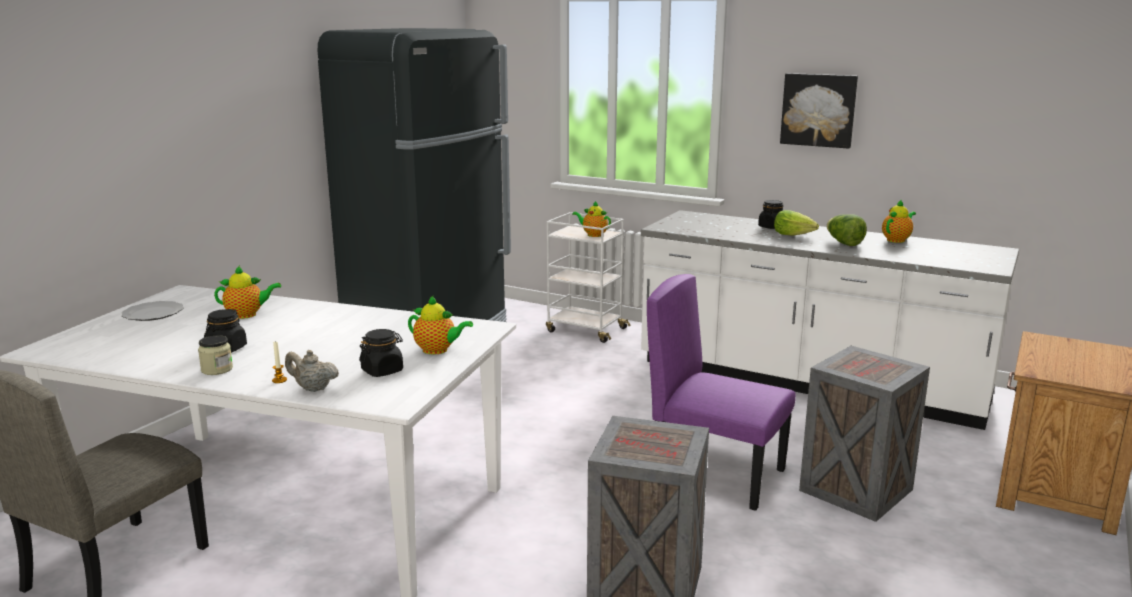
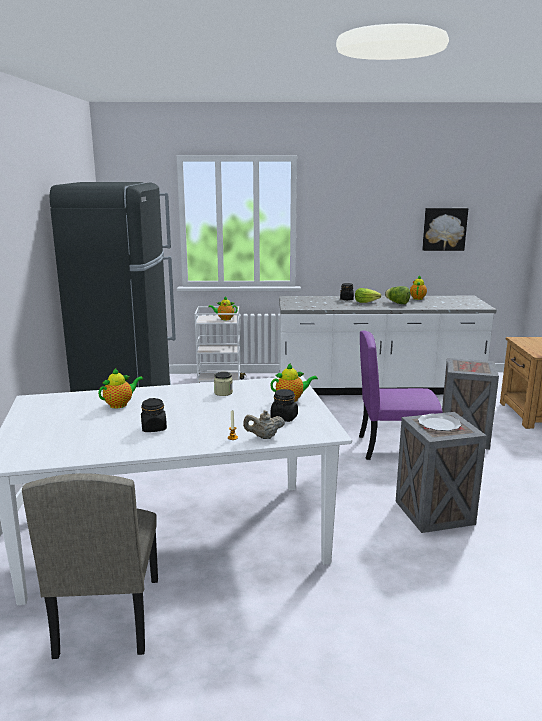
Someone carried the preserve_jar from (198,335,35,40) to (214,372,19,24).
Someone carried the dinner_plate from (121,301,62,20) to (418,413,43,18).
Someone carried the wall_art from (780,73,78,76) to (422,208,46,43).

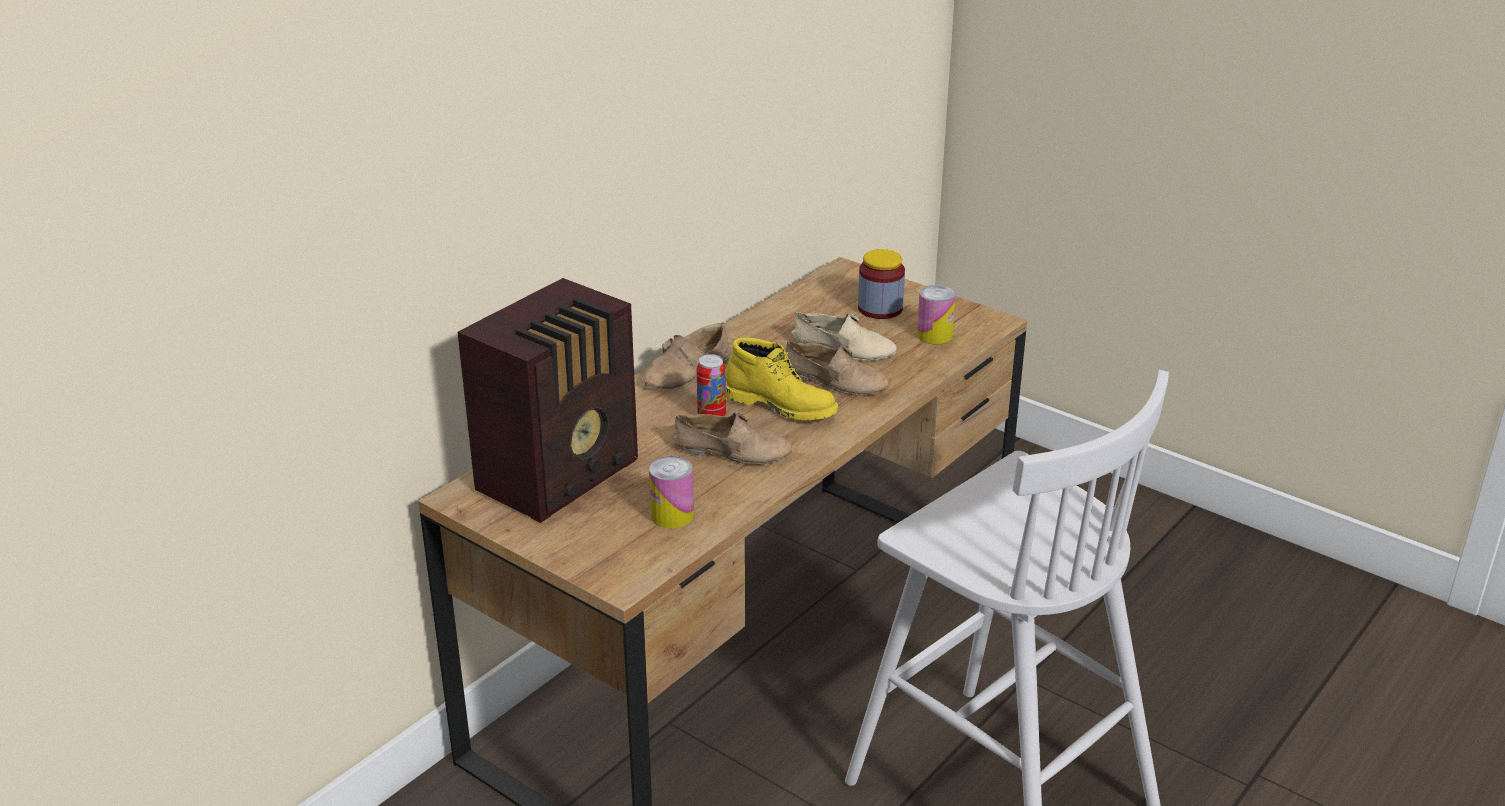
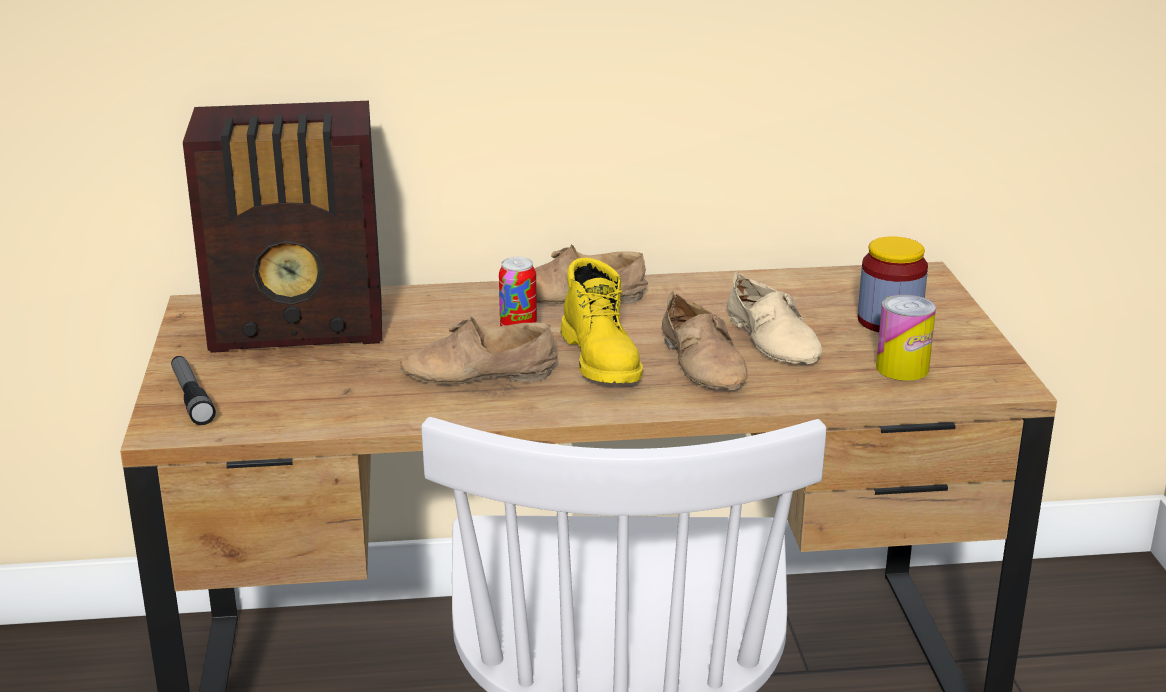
Someone put down the torch at (171,356,45,69).
Someone rotated the beige-coloured_shoe at (672,413,120,52) by 120 degrees clockwise.
Someone took away the can at (649,456,45,73).

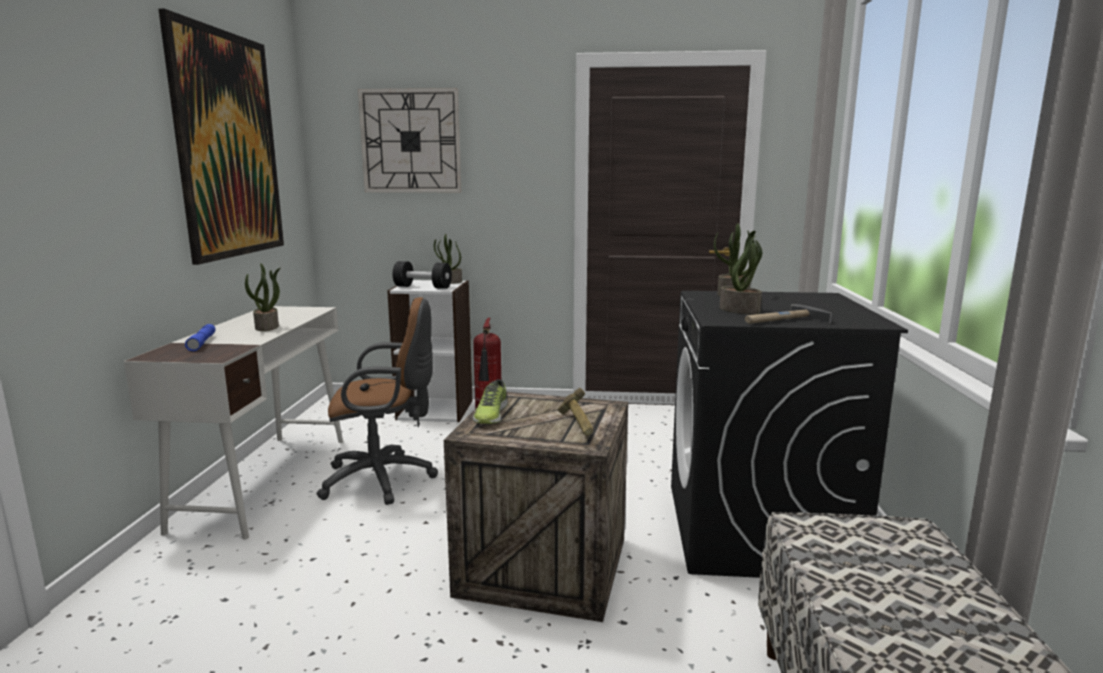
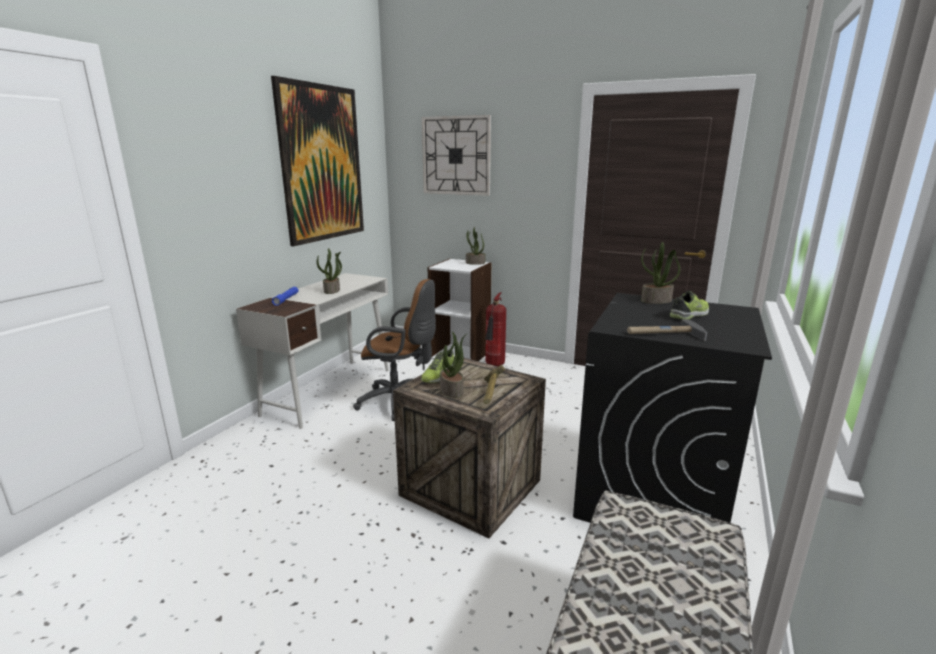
Someone carried the houseplant from (720,231,42,83) to (440,332,27,66).
Someone put down the shoe at (670,291,39,29).
Someone took away the black_dumbbell at (393,261,59,28).

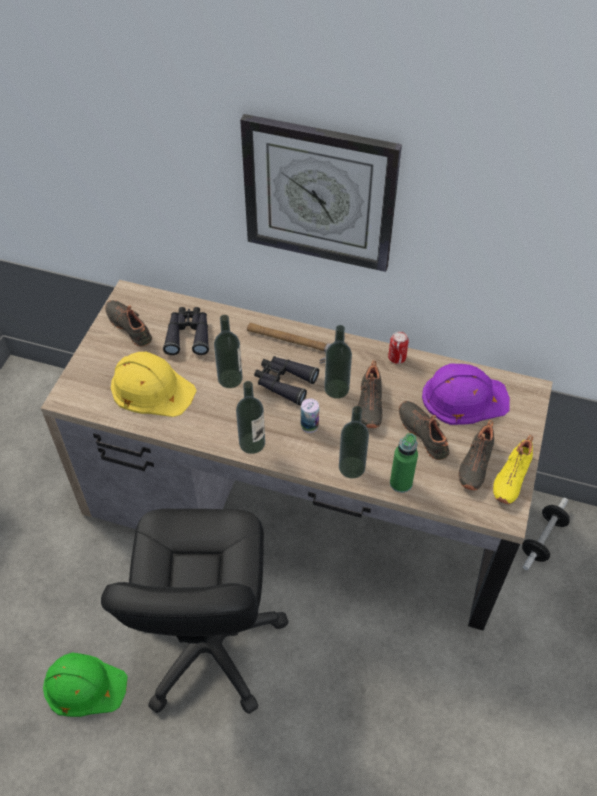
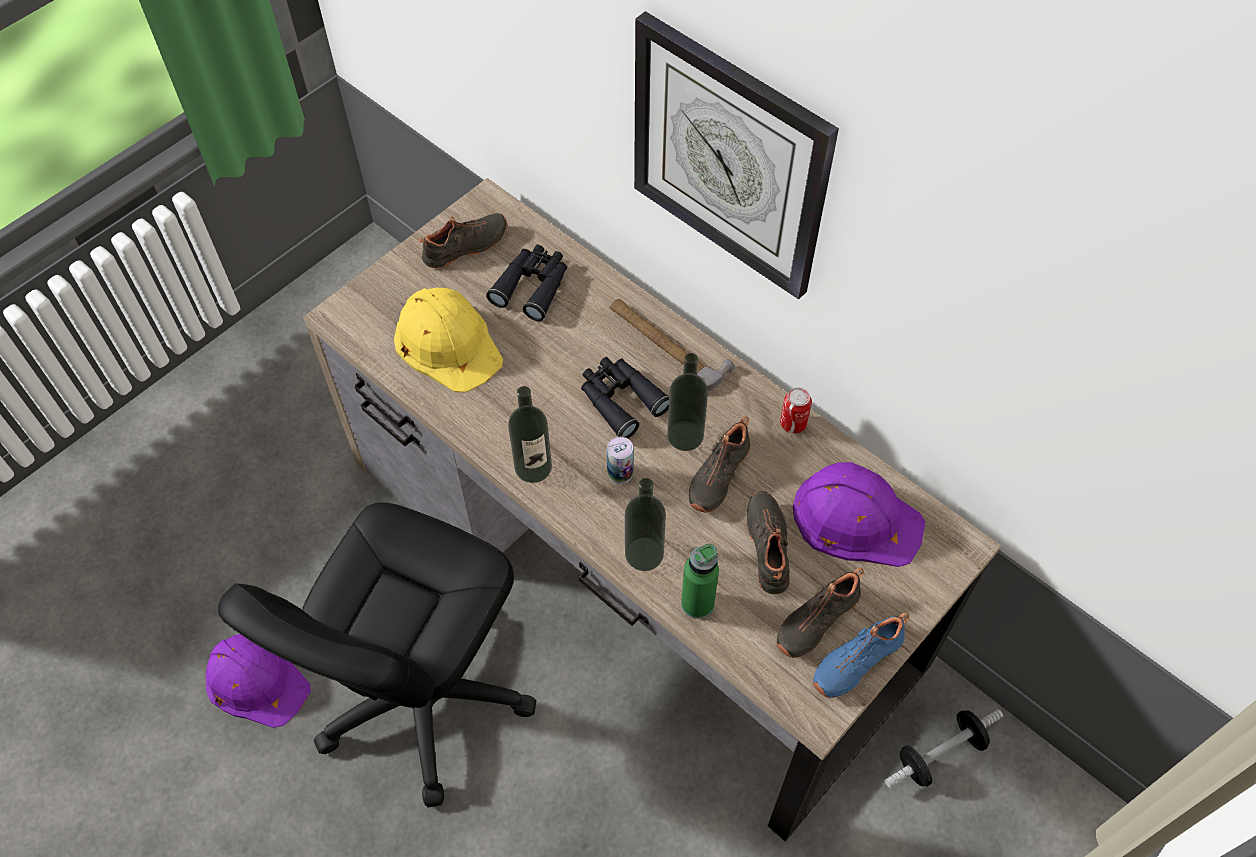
Someone repainted the greenish_work_helmet at (43,652,85,65), which became the purplish_work_helmet at (205,634,106,94).
Someone rotated the black_shoe at (105,300,47,47) by 75 degrees clockwise.
Someone repainted the yellow-coloured_shoe at (493,435,40,69), which became the bluish_shoe at (813,613,96,85).
Someone took away the drink_bottle at (214,315,29,73).

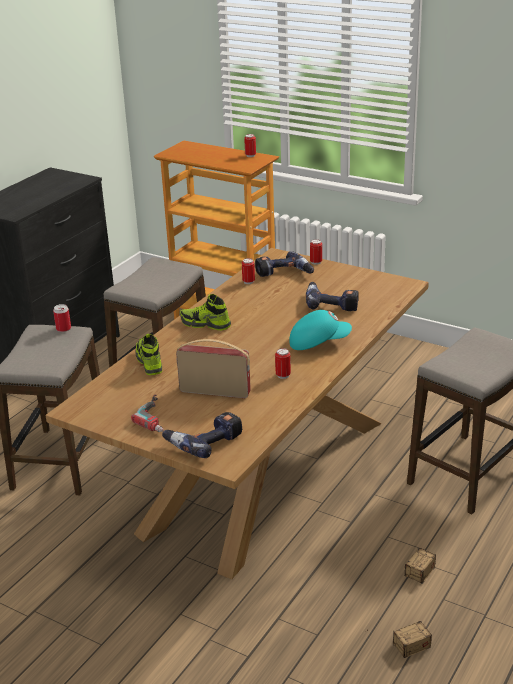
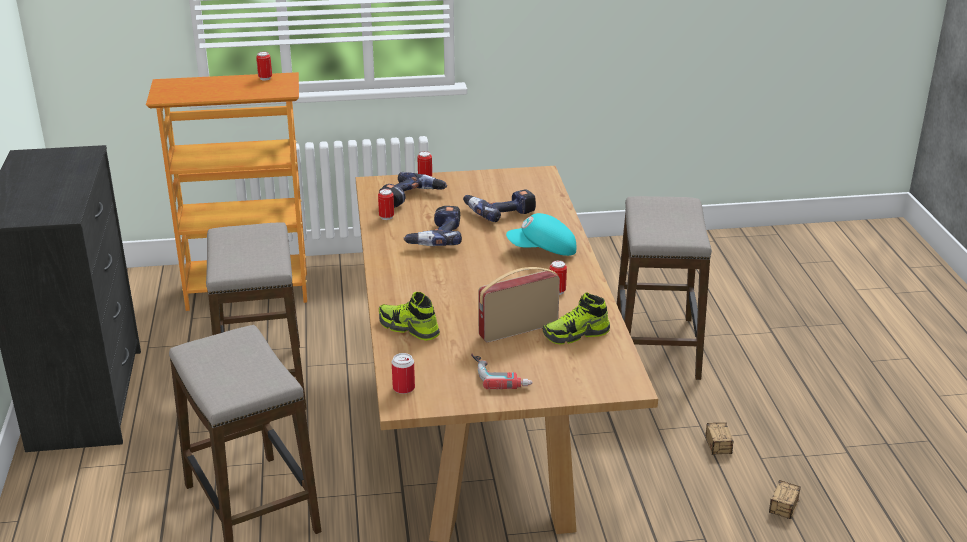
Someone carried the can from (53,304,18,28) to (392,353,23,41).
Someone carried the power_drill from (162,412,80,46) to (404,206,58,40).
Someone rotated the turquoise_peaked_cap at (289,310,63,40) by 135 degrees counterclockwise.
Someone carried the shoe from (180,294,51,36) to (543,292,67,52).

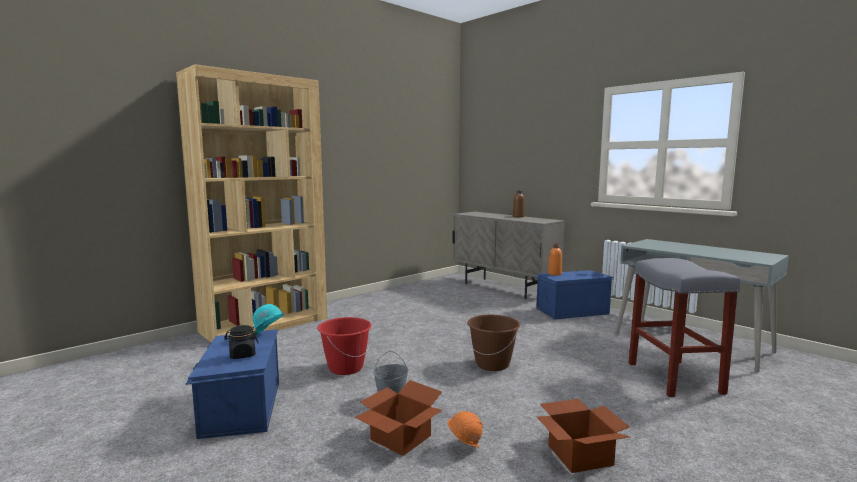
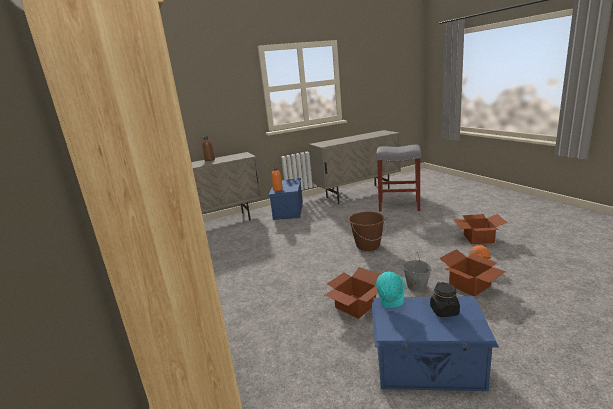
Someone swapped the grey_desk at (616,239,173,134) for the beige-coloured_cabinet at (309,130,92,74).
Someone swapped the reddish_bucket at (318,317,54,58) for the cardboard_box at (325,267,55,52).

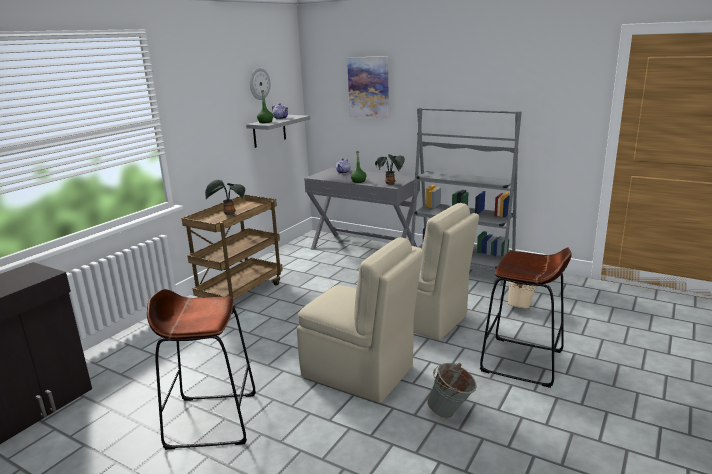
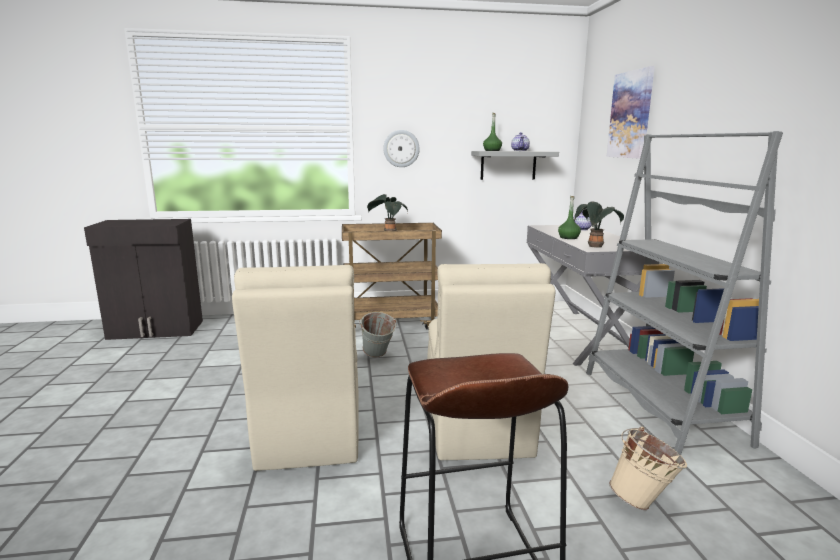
Someone carried the grey_bucket from (427,363,50,55) to (359,312,38,46).
Someone carried the clock_on_the_wall from (250,68,21,32) to (383,130,37,37).
Someone took away the brown-coloured_stool at (147,289,109,161).

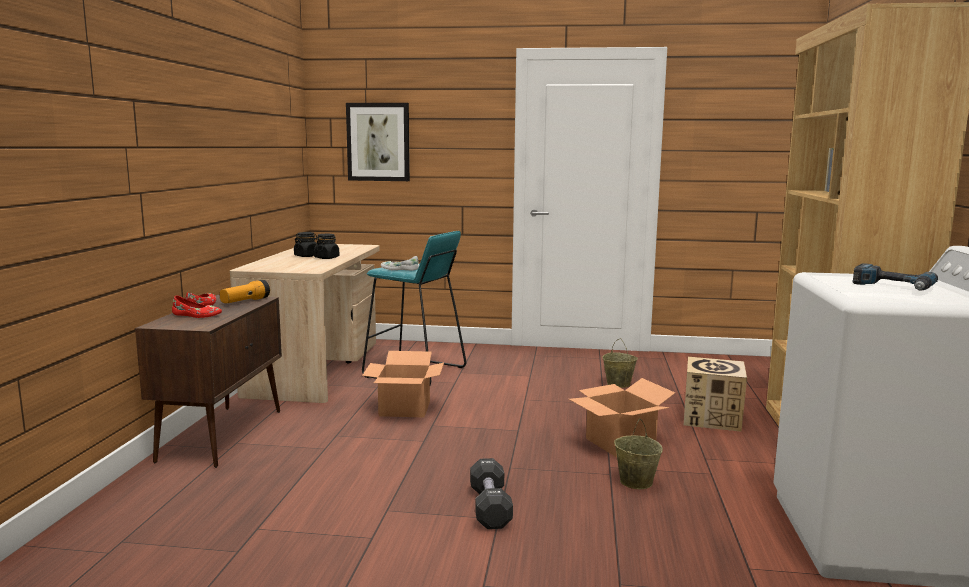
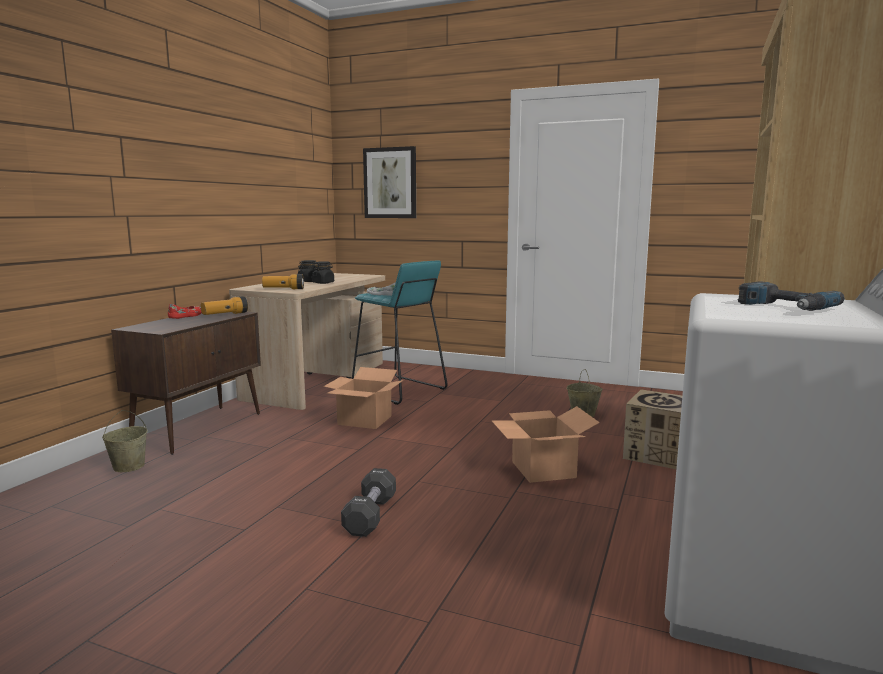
Someone carried the beige-coloured_bucket from (614,419,49,70) to (102,410,46,62).
Someone put down the torch at (262,274,42,15).
Someone took away the reddish_shoe at (172,296,50,22).

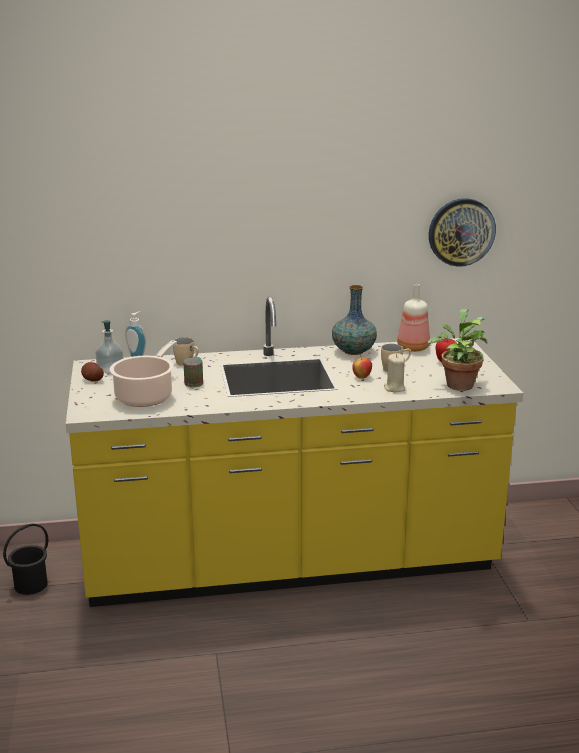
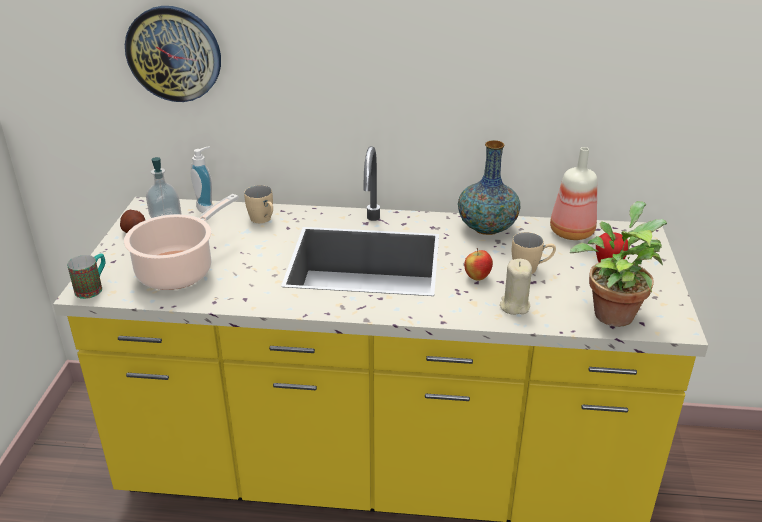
Someone carried the coffee_mug from (184,357,19,31) to (67,253,39,46).
Someone carried the clock_on_the_wall from (429,198,67,69) to (125,6,96,96).
Someone took away the black_bucket at (3,524,45,71).

